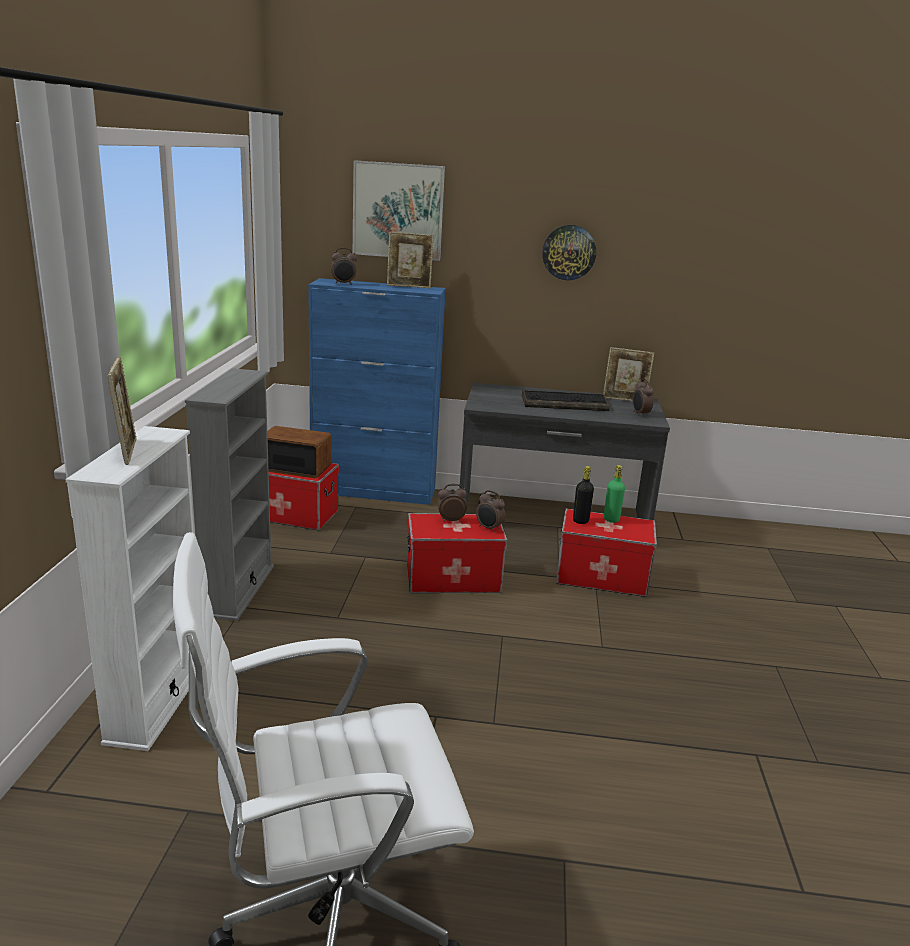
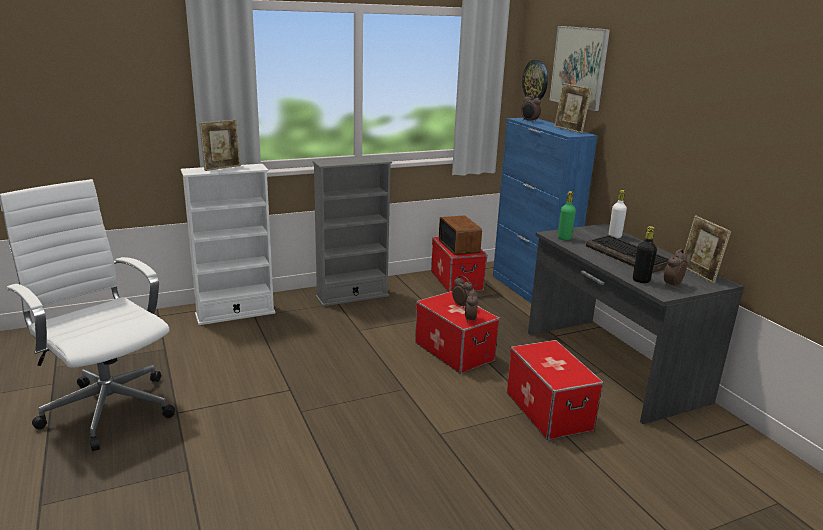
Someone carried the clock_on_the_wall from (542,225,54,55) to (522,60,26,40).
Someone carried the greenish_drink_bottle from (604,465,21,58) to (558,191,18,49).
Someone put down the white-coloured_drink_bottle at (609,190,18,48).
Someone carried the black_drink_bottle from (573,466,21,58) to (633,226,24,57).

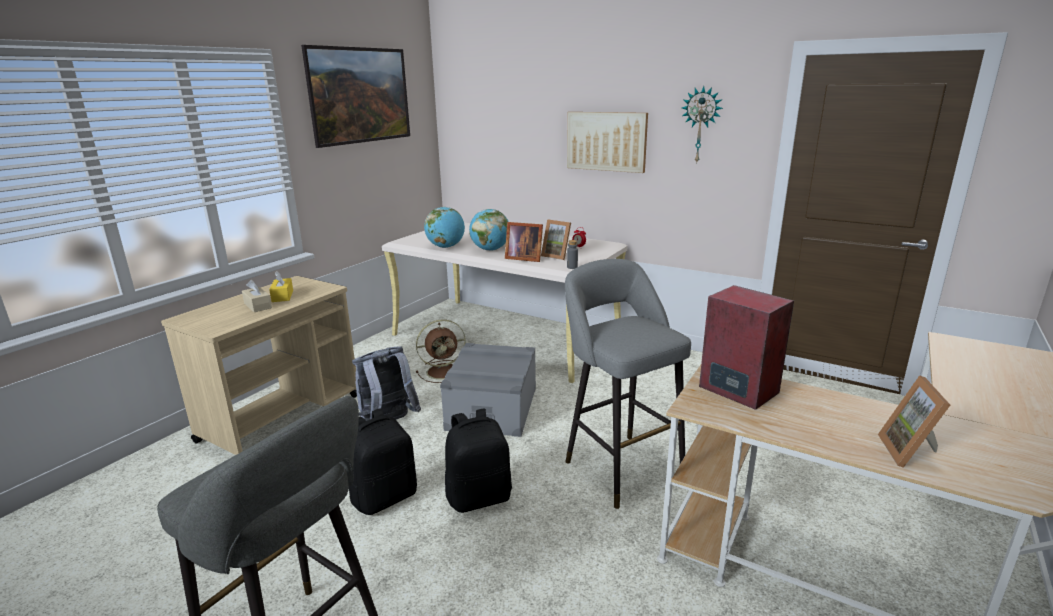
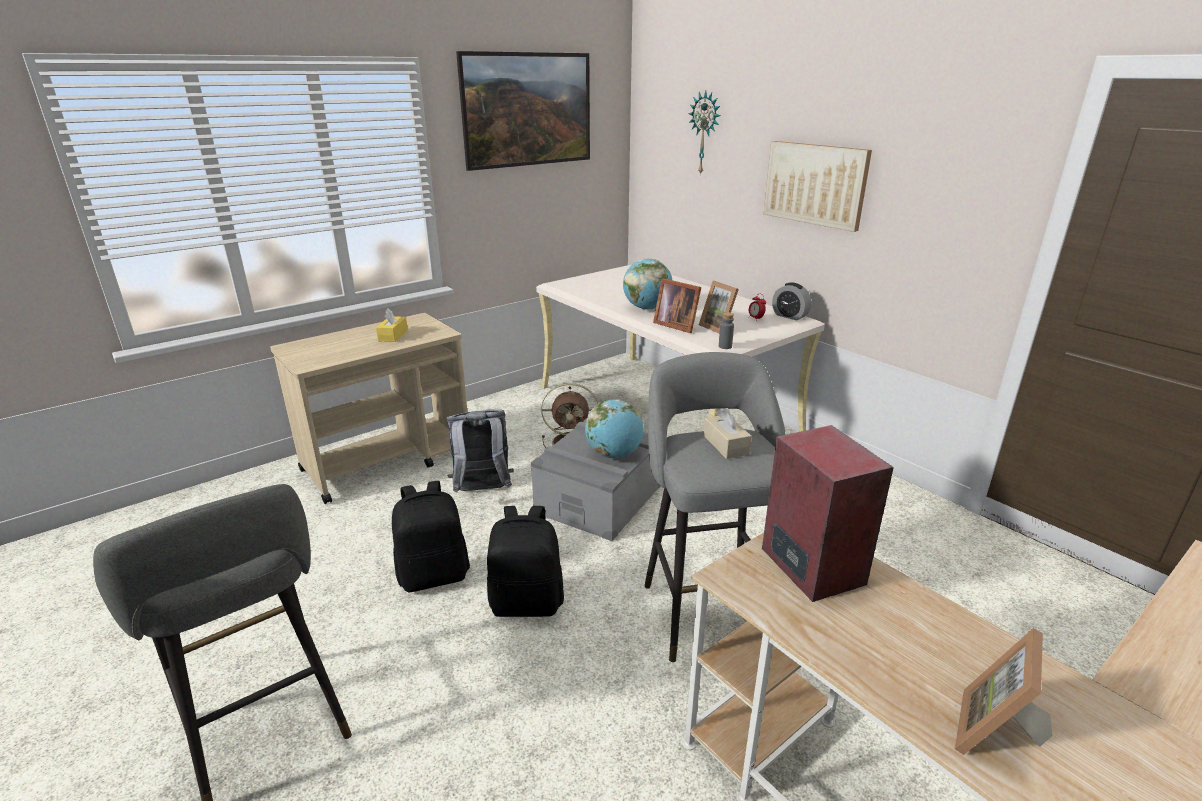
Someone carried the world_globe from (424,207,41,41) to (585,399,59,59).
Someone carried the clock_on_the_wall from (682,86,41,78) to (688,91,33,84).
Someone carried the beige-coloured_tissue_box from (242,280,30,32) to (704,408,48,51).
Someone put down the bedside_clock at (772,282,39,38).

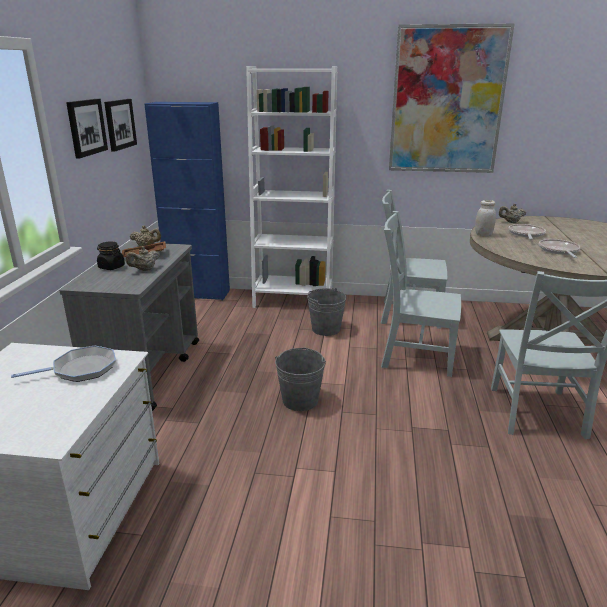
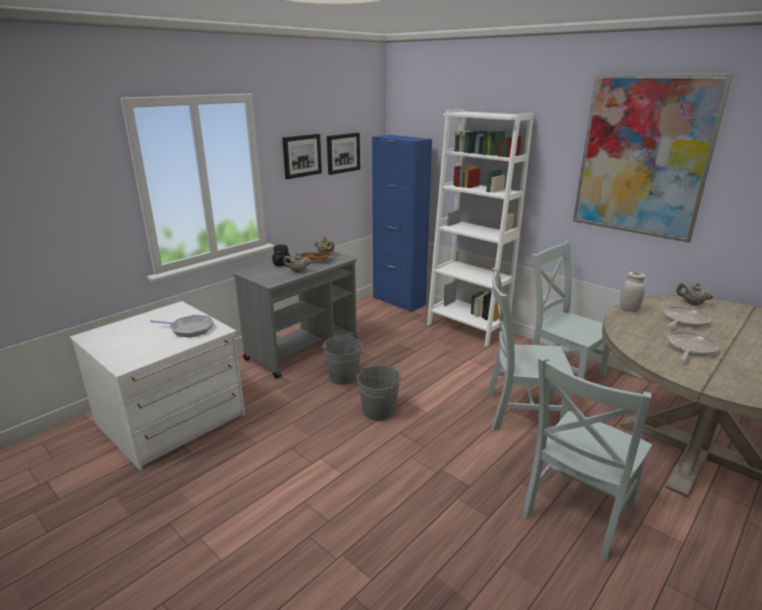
Someone carried the grey_bucket from (307,288,39,48) to (323,335,39,50).
Someone rotated the grey_upright_chair at (381,211,80,166) by 45 degrees counterclockwise.

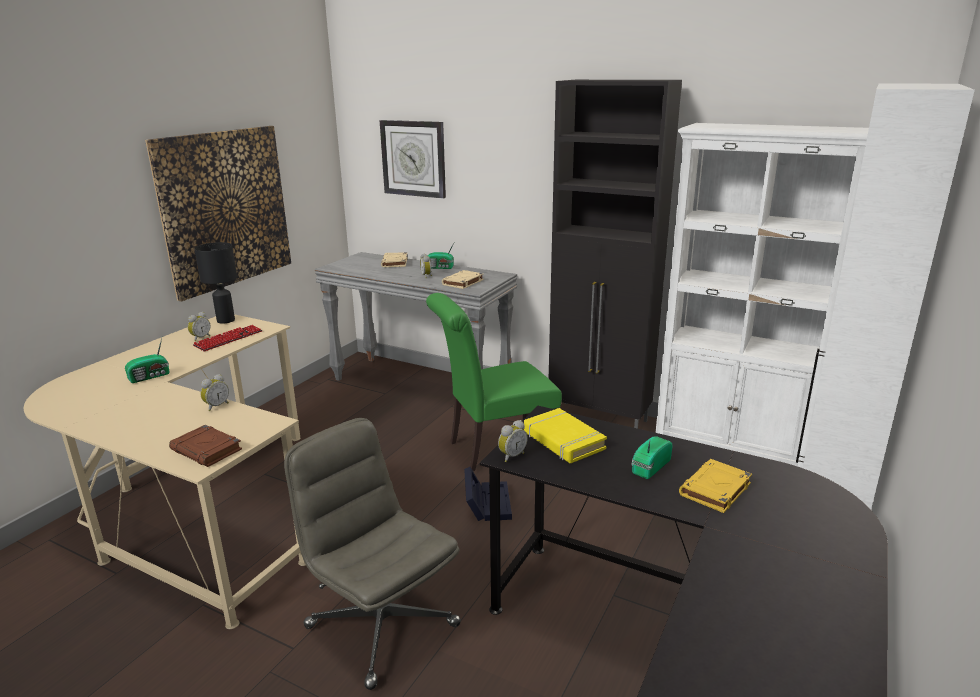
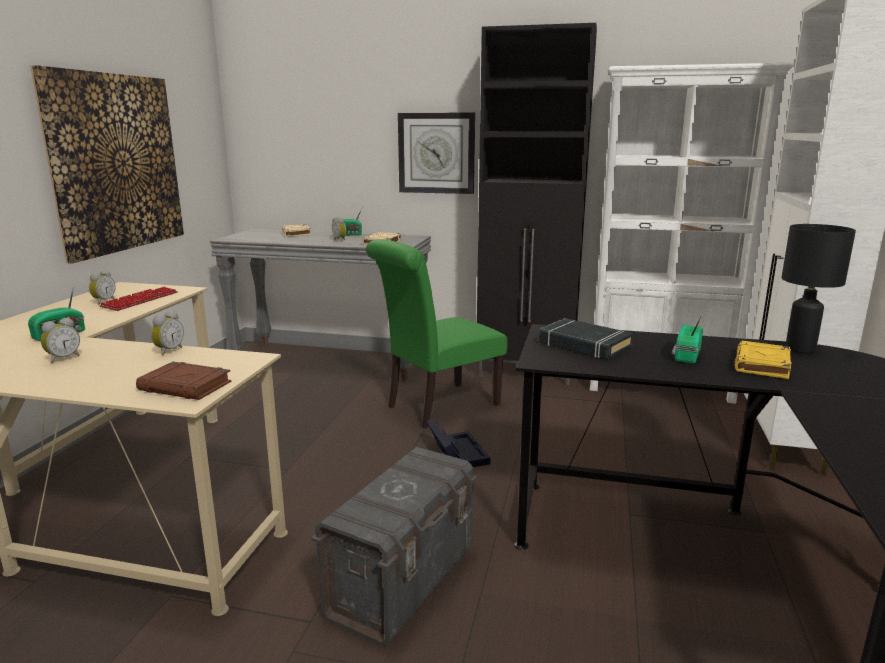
Someone carried the bedside_clock from (498,420,30,42) to (41,317,39,46).
Someone swapped the grey_office_chair at (284,418,177,272) for the grey_storage_container at (311,447,166,200).
Someone carried the clock_on_the_wall from (380,120,66,79) to (398,112,77,82).
Someone repainted the yellow-coloured_book at (524,408,83,55), which became the black_book at (539,318,94,42).
Someone carried the black_tabletop_lamp from (194,242,43,82) to (781,224,75,129).

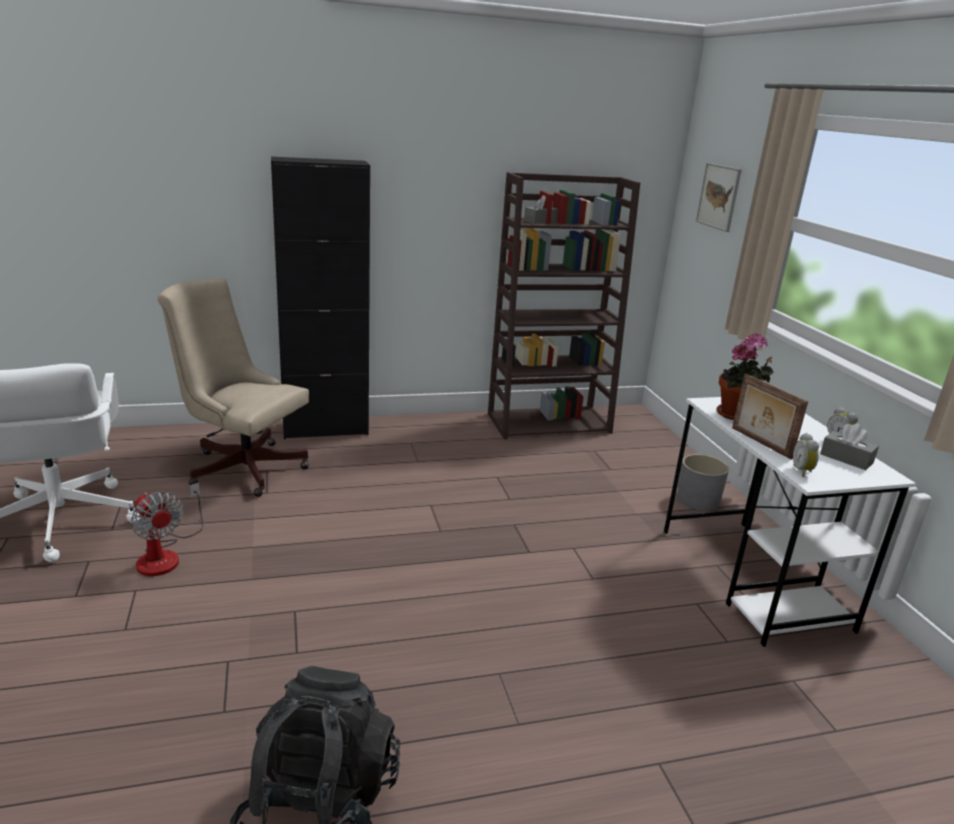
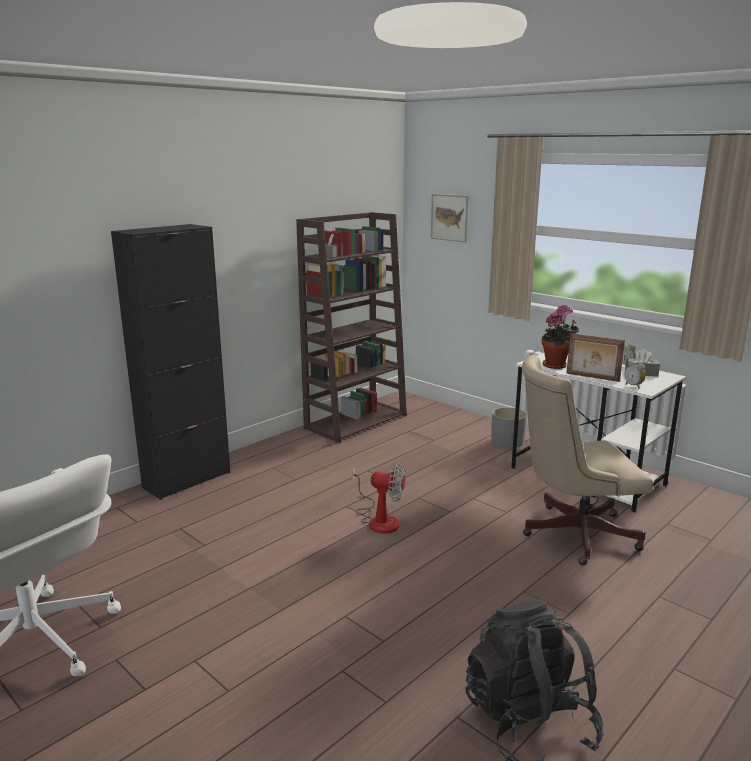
Someone carried the fan from (131,482,73,94) to (352,463,53,71).
Someone carried the beige-coloured_office_chair from (158,278,151,219) to (522,355,131,210).

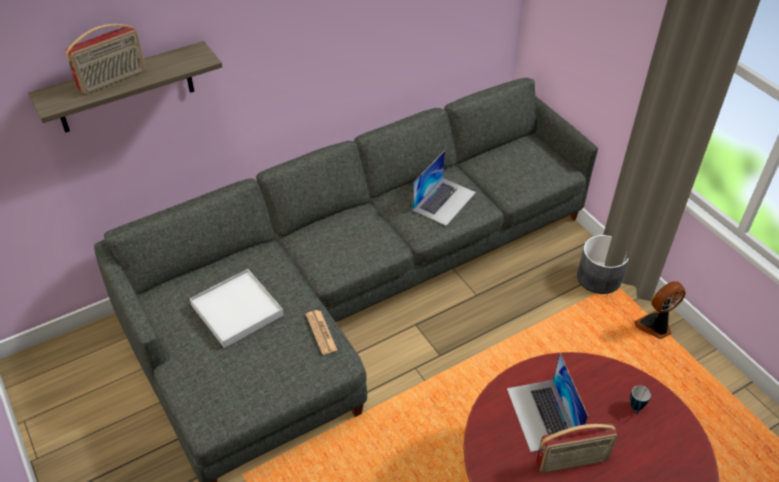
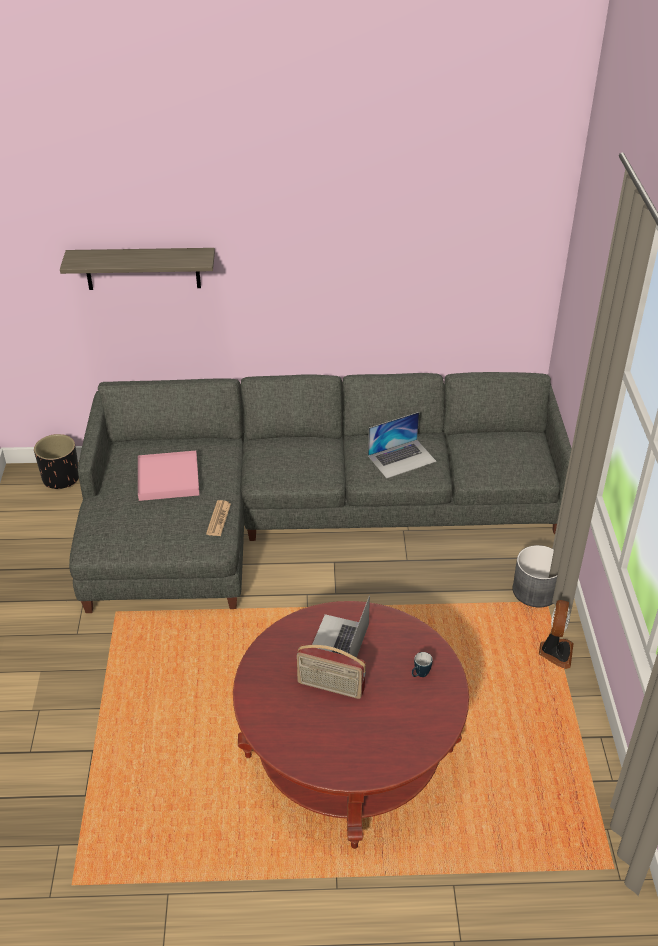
Someone put down the black_flower_pot at (34,434,45,55).
Someone repainted the white-coloured_tray at (190,269,94,79), which became the pink-coloured_tray at (138,451,61,50).
Someone rotated the fan at (634,281,52,58) by 105 degrees clockwise.
Someone took away the radio_receiver at (66,24,80,71).

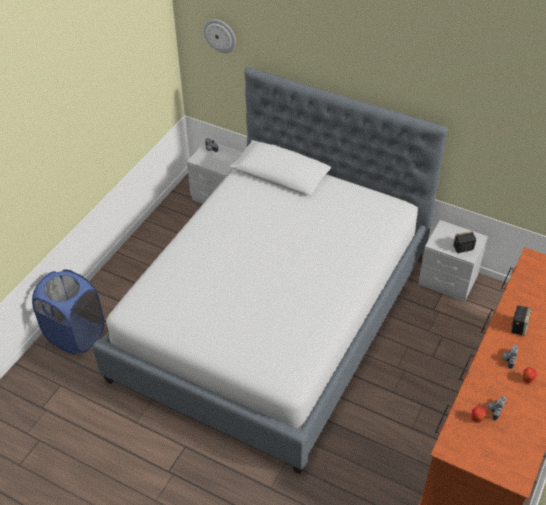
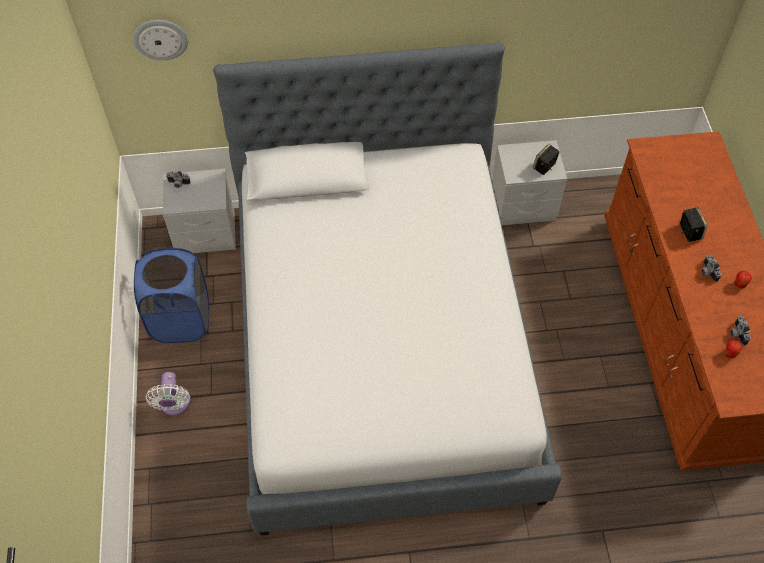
Someone carried the bluish_hamper from (32,269,72,86) to (134,247,75,96).
Someone put down the white-coloured_fan at (145,372,46,44).

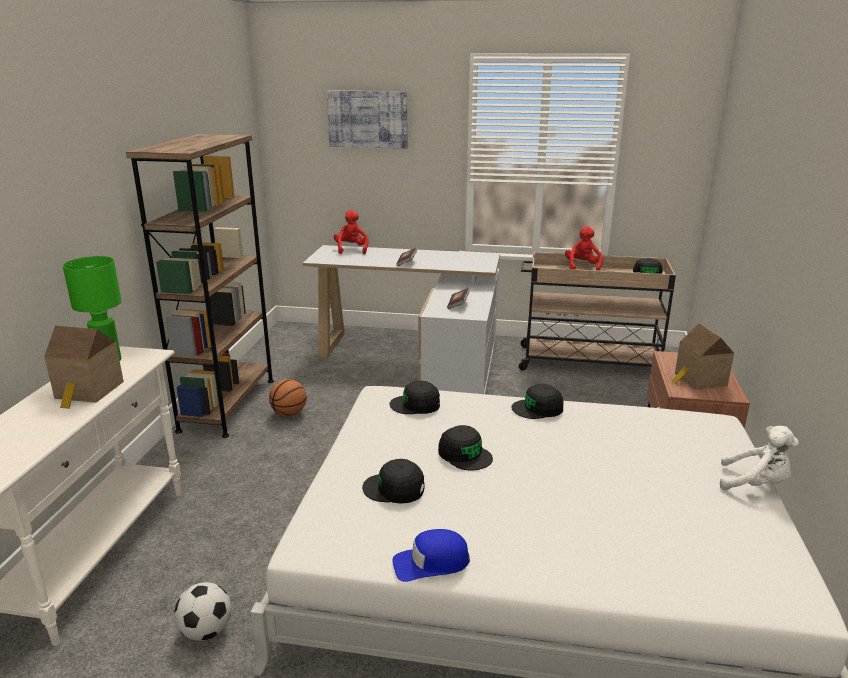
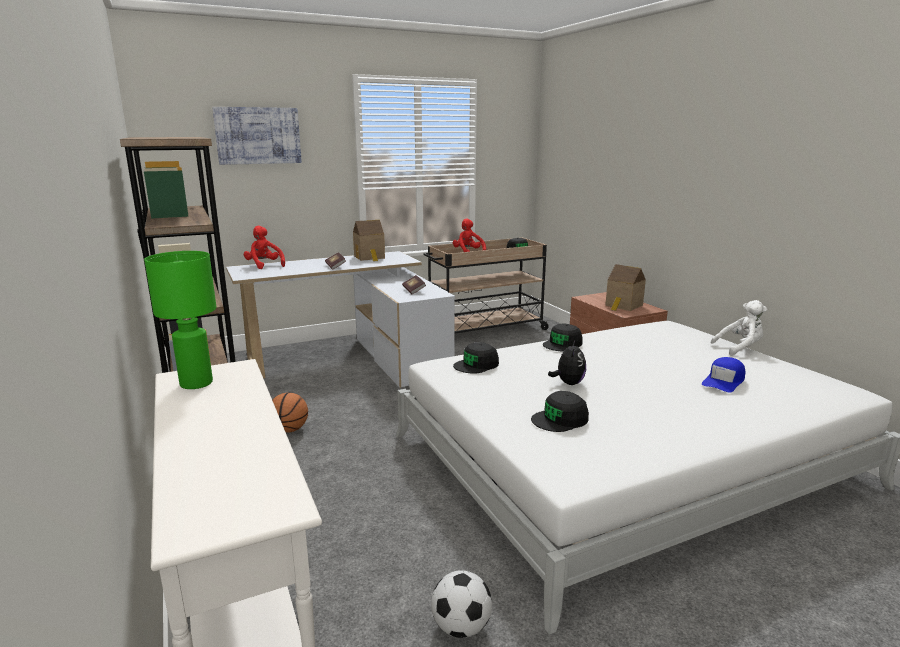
Someone carried the model_house from (44,326,80,83) to (353,220,32,42).
Someone swapped the black_peaked_cap at (438,425,55,46) for the plush_toy at (548,340,38,45).
Someone carried the bluish_peaked_cap from (393,529,77,53) to (702,357,43,36).

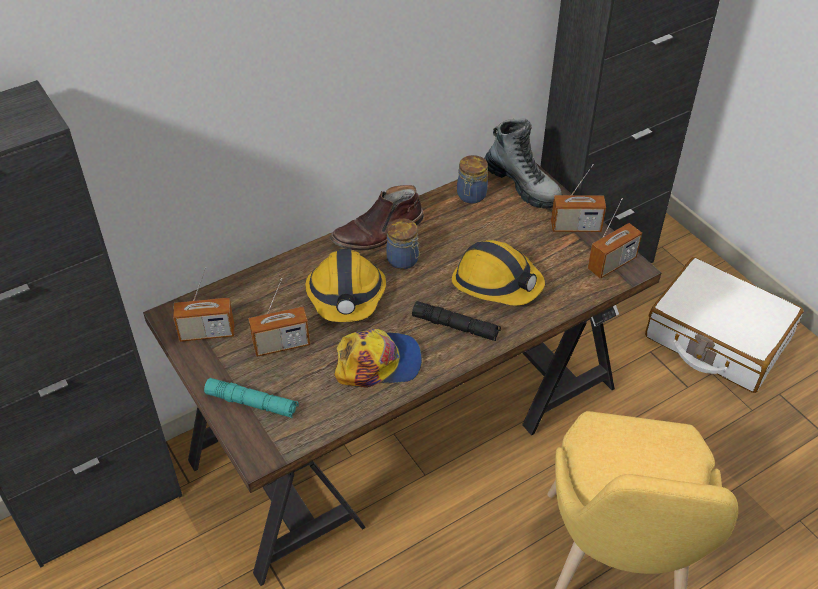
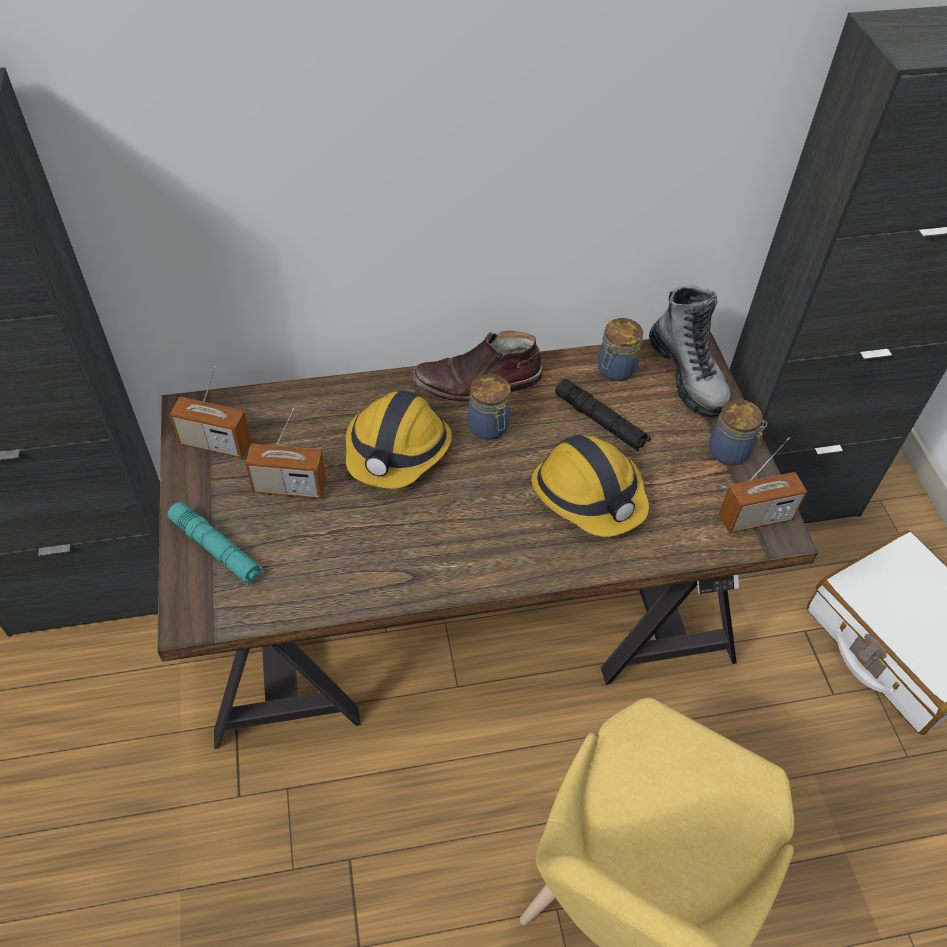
Someone carried the black_torch from (412,301,89,40) to (555,379,96,72).
Someone swapped the radio_receiver at (551,164,55,68) for the preserve_jar at (709,400,58,66).
Someone took away the peaked_cap at (334,329,88,59).

